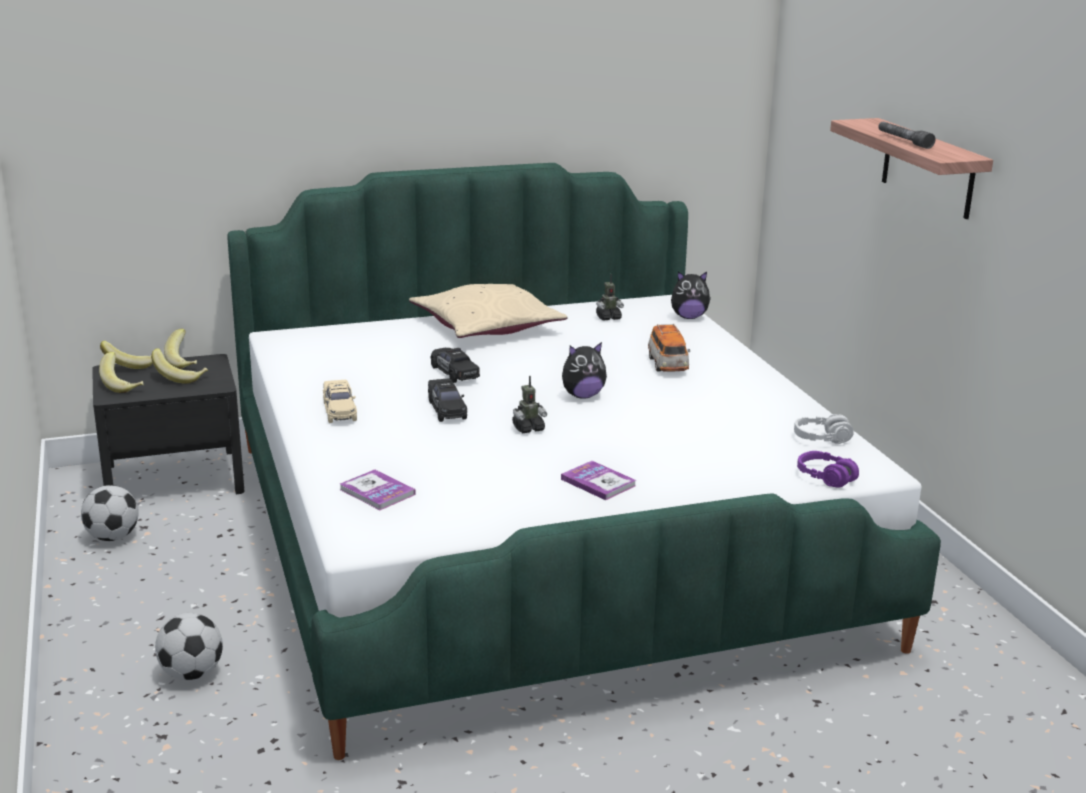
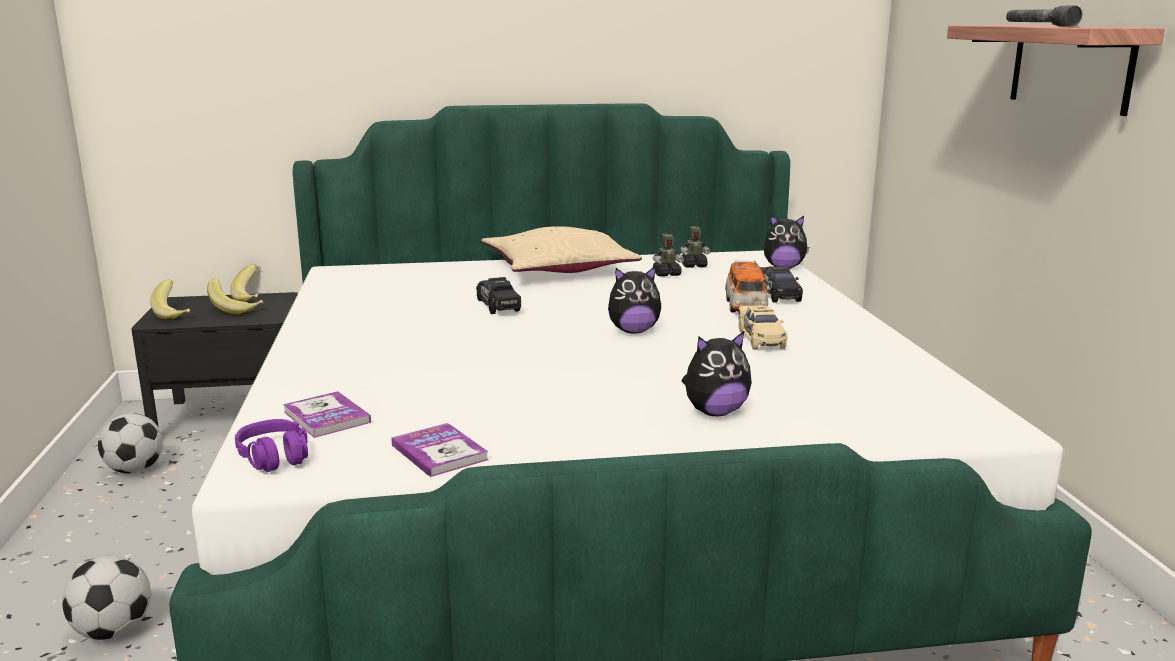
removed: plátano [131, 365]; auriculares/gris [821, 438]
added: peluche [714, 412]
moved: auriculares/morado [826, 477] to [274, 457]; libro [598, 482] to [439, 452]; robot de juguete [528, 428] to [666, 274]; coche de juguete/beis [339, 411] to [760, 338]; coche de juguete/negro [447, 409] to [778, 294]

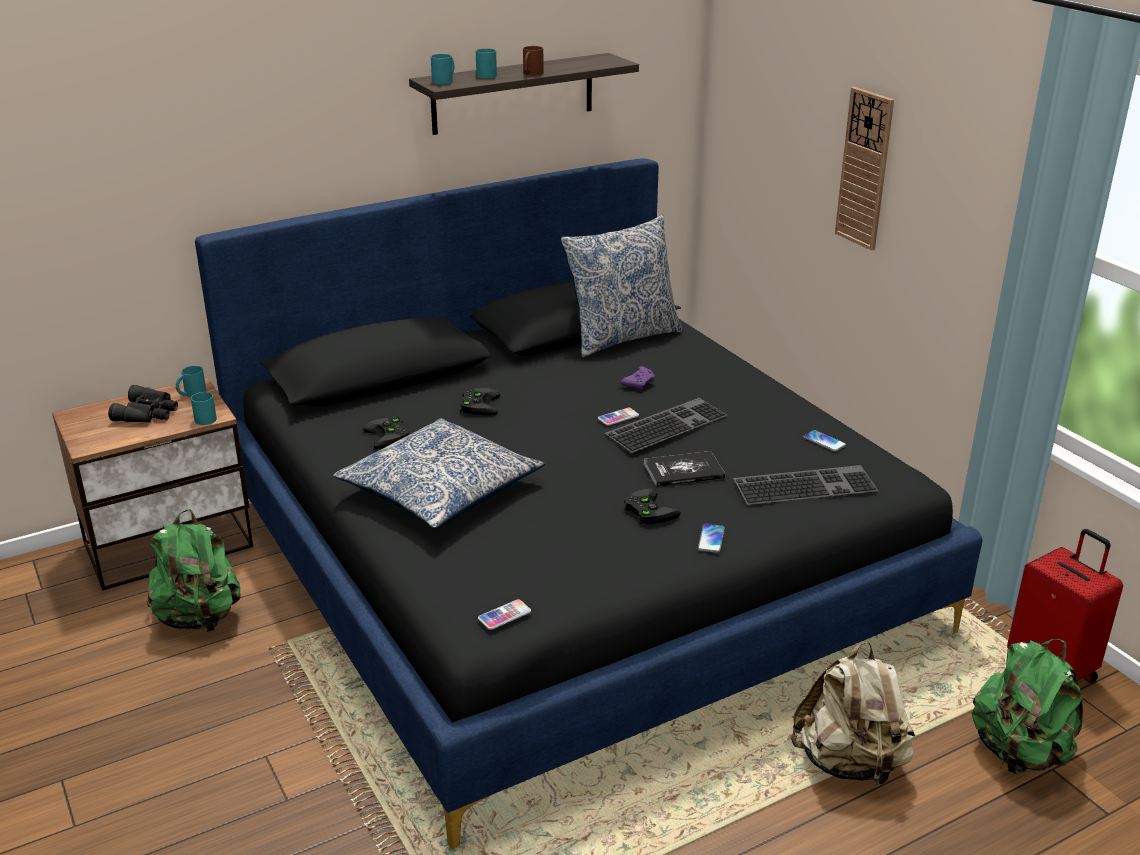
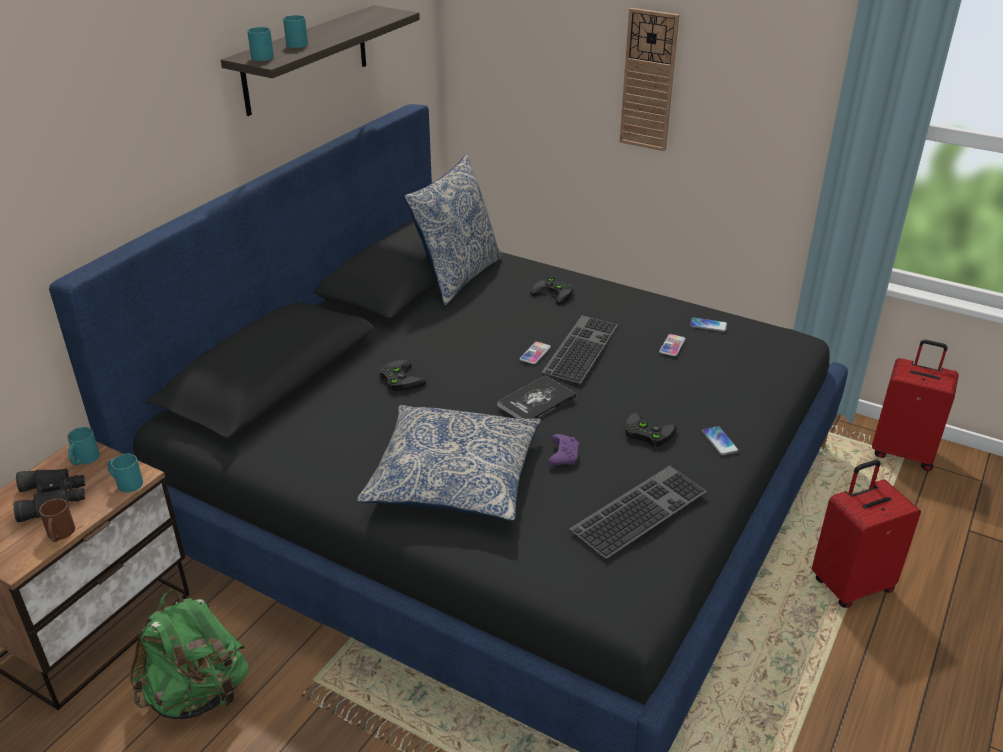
removed: mochila/verde [1019, 752]
moved: taza grande/marrón [531, 74] to [60, 535]; libro [684, 471] to [536, 401]; mando de consola/negro [389, 436] to [555, 293]; mando de consola/morado [639, 383] to [563, 455]; teclado [805, 484] to [638, 508]; móvil [504, 615] to [672, 346]
replaced: mochila/beis [850, 763] to maleta/rojo [850, 584]

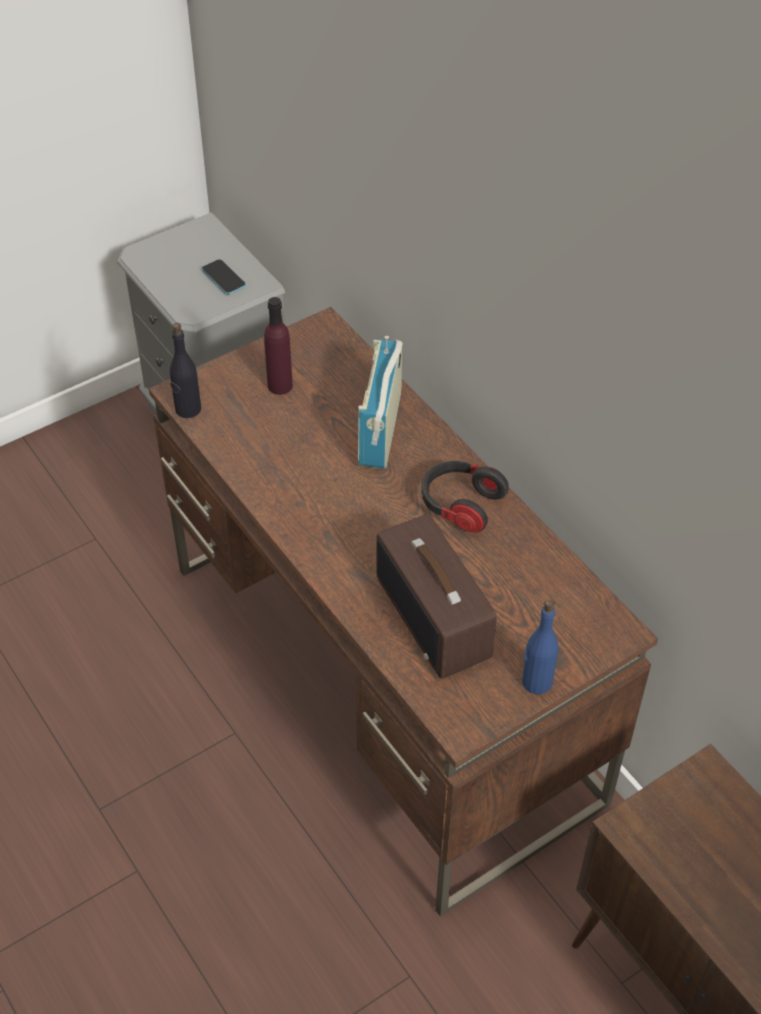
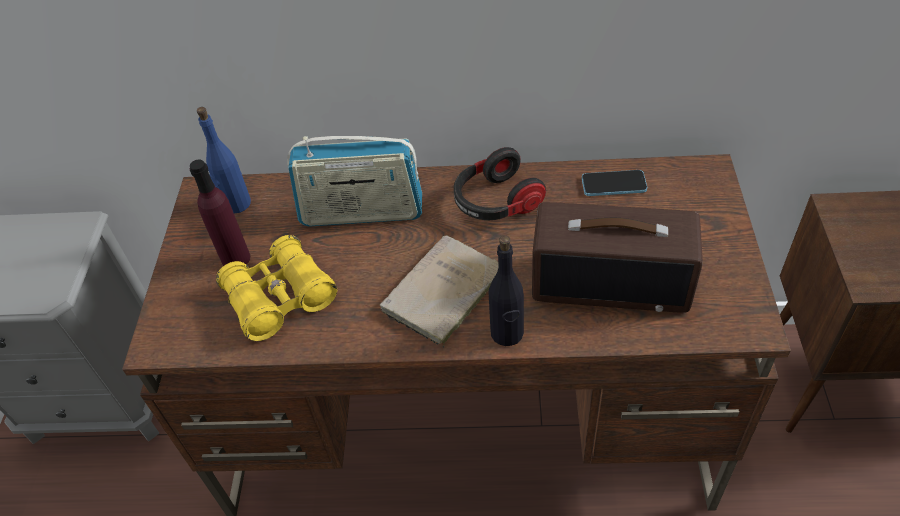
added: prismáticos/amarillo [280, 298]; libro/beis [441, 294]
moved: botella/azul [536, 682] to [236, 204]; botella/negro [187, 409] to [507, 333]; móvil [223, 278] to [613, 184]
turned: radio [380, 429] = [362, 213] 45 degrees counterclockwise

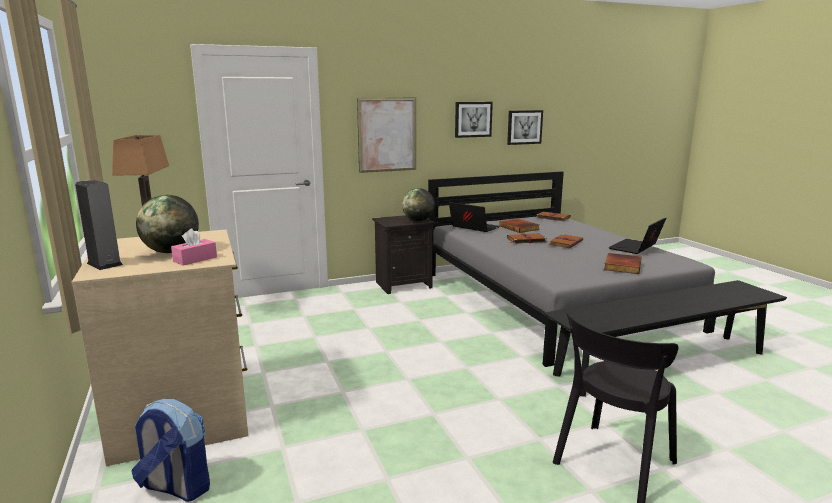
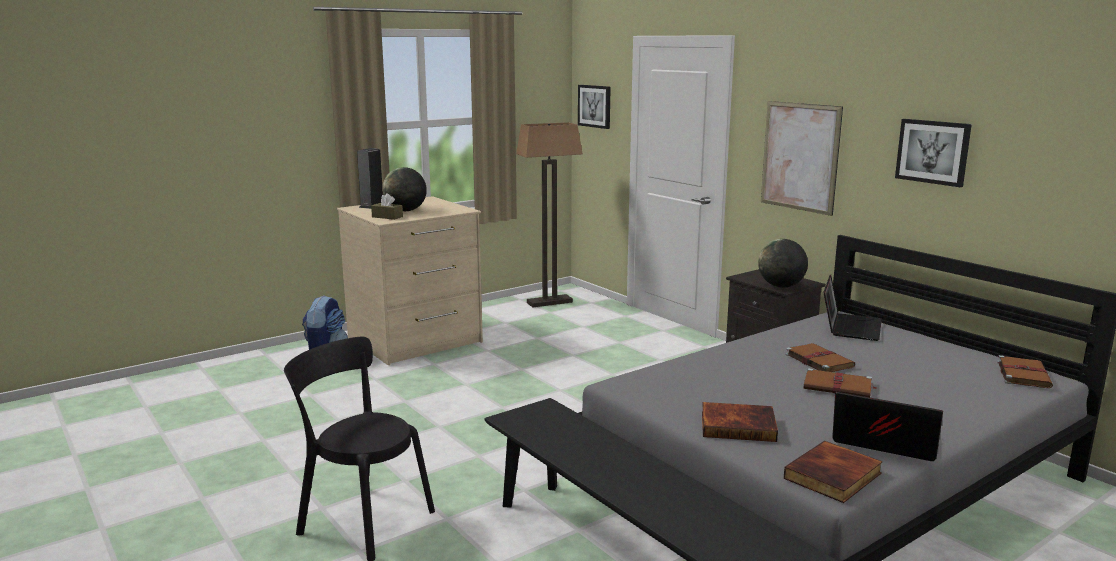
moved: cuadro [524, 127] to [595, 106]; libro [519, 228] to [834, 477]
recoloured: caja de pañuelos/rosa [195, 259] to caja de pañuelos/marrón [387, 217]

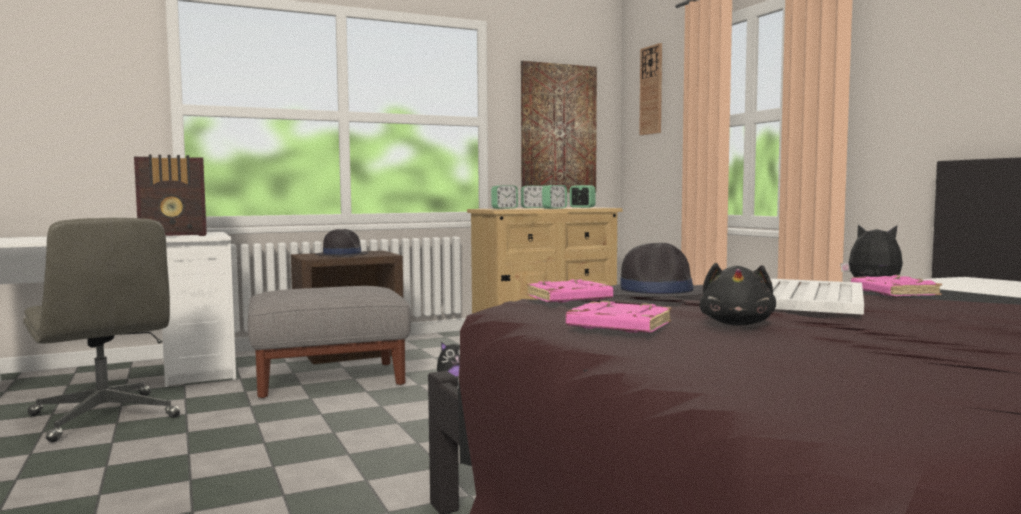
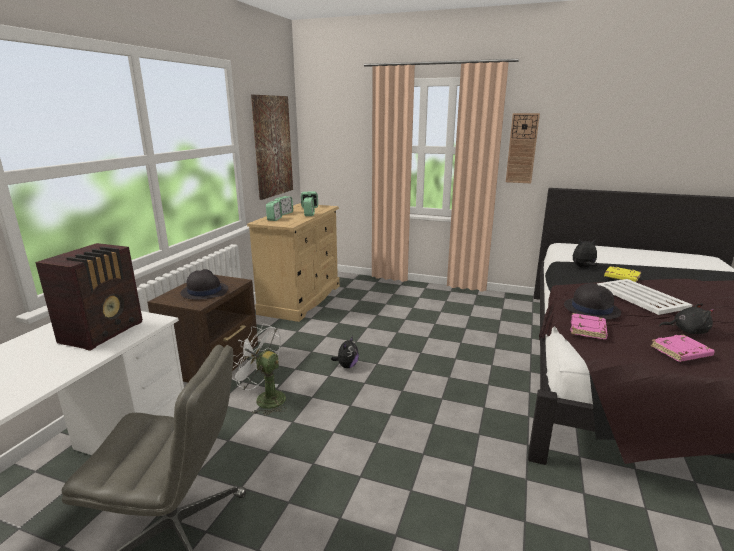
moved: reloj de pared [651, 90] to [522, 148]
replaced: puf/gris [328, 380] to ventilador/blanco [264, 399]
recoloured: libro/rosa [892, 292] to libro/amarillo [621, 277]
turned: peluche/negro [737, 324] = [687, 331] 45 degrees counterclockwise

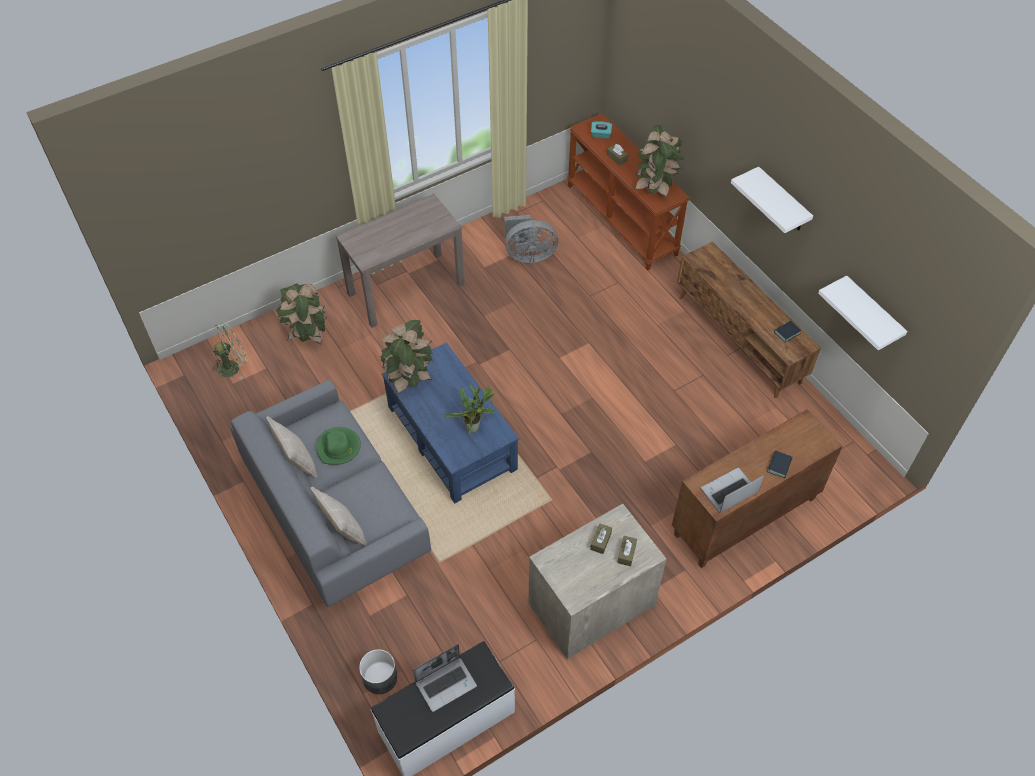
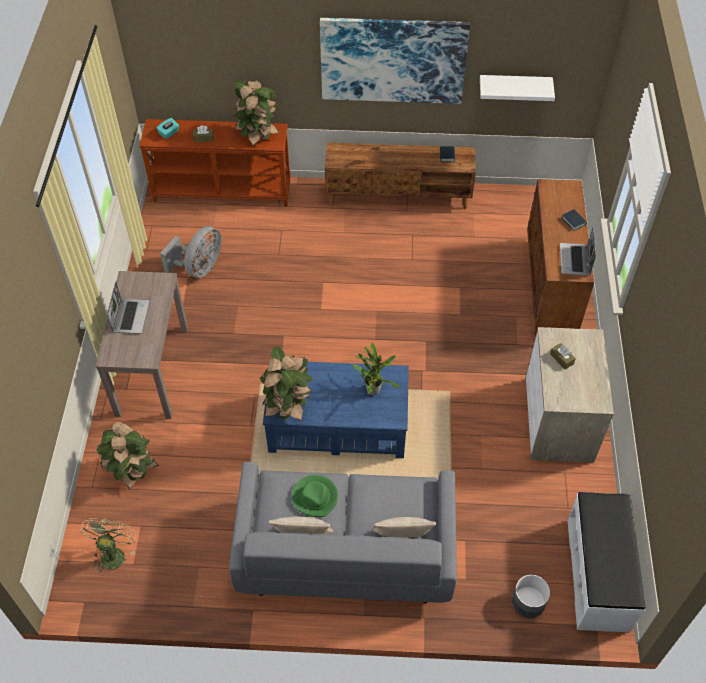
removed: caja de pañuelos/marrón [626, 553]
moved: portátil [446, 683] to [130, 316]
replaced: estante/blanco [782, 201] to cuadro [393, 60]

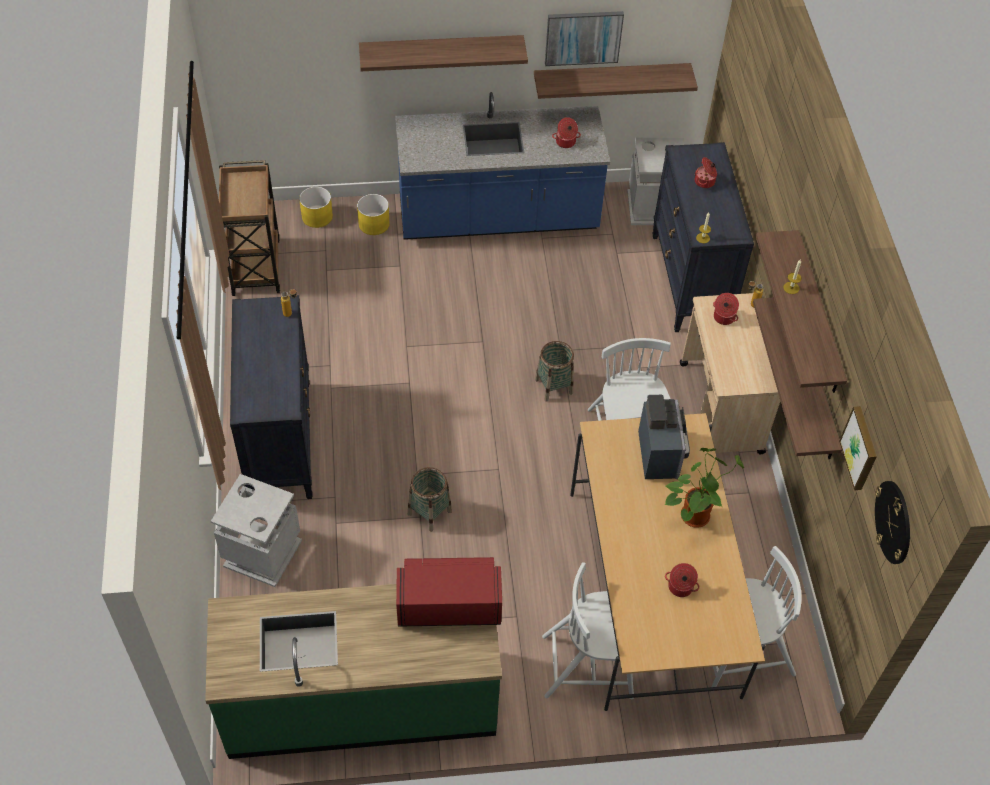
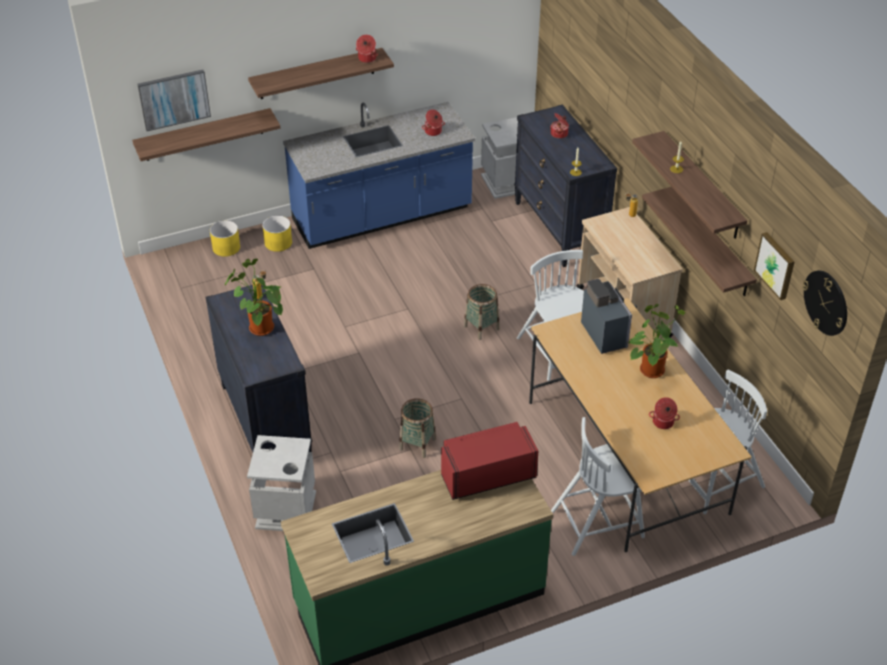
removed: carrito/marrón [256, 265]
added: planta en maceta [259, 327]
moved: estante [611, 78] to [204, 135]; cuadro [583, 37] to [174, 99]; olla [723, 317] to [366, 58]

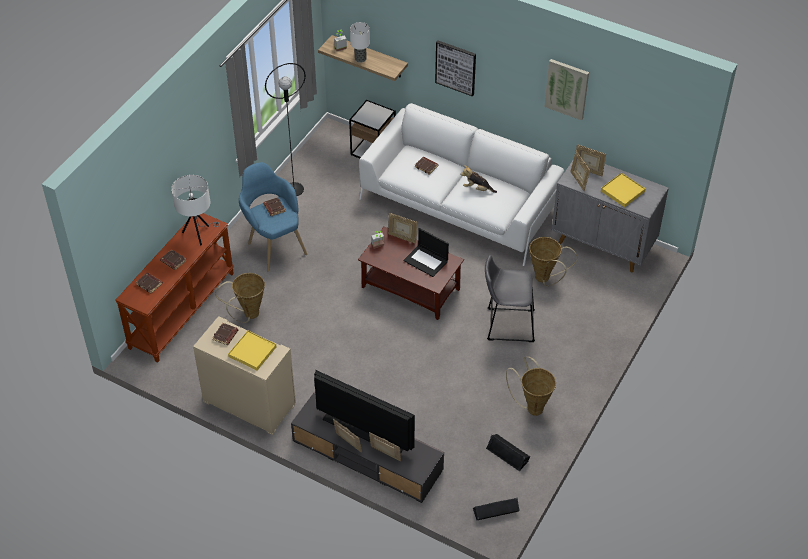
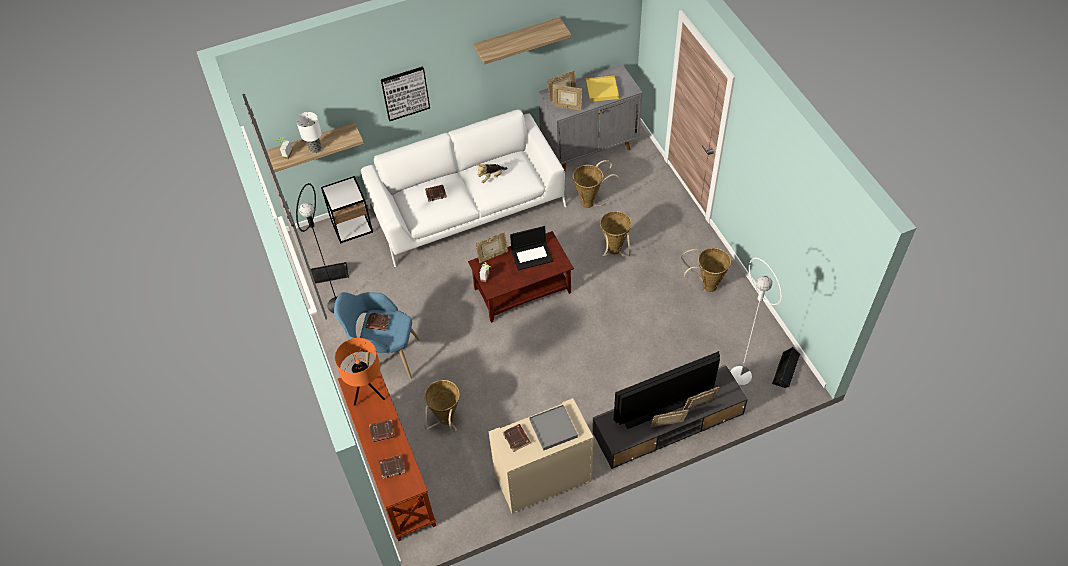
added: lámpara de pie/blanco [740, 375]
moved: altavoz/negro [508, 453] to [329, 274]
replaced: cuadro [567, 88] to estante [517, 39]; taburete/gris [507, 324] to cesta [614, 252]
recoloured: lámpara de mesa/blanco [199, 234] to lámpara de mesa/naranja [368, 393]; bandeja/amarillo [252, 352] to bandeja/gris [553, 428]

